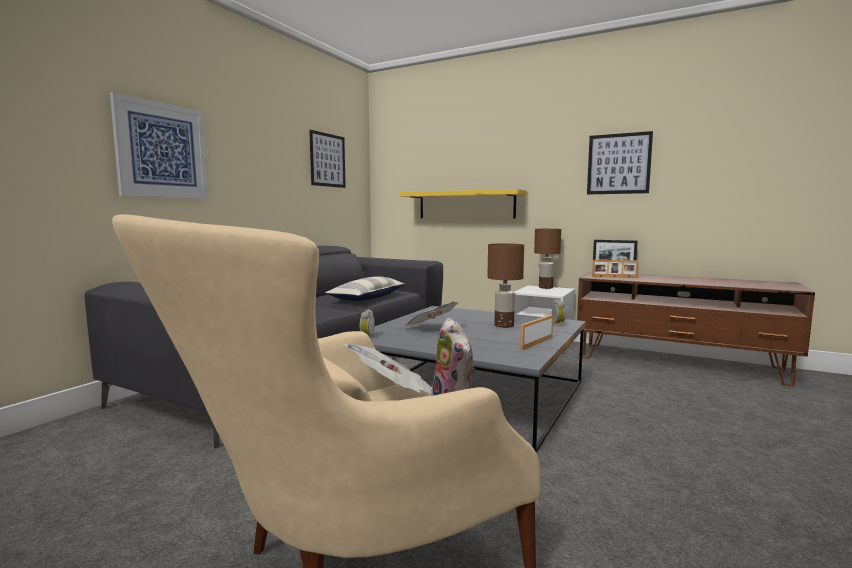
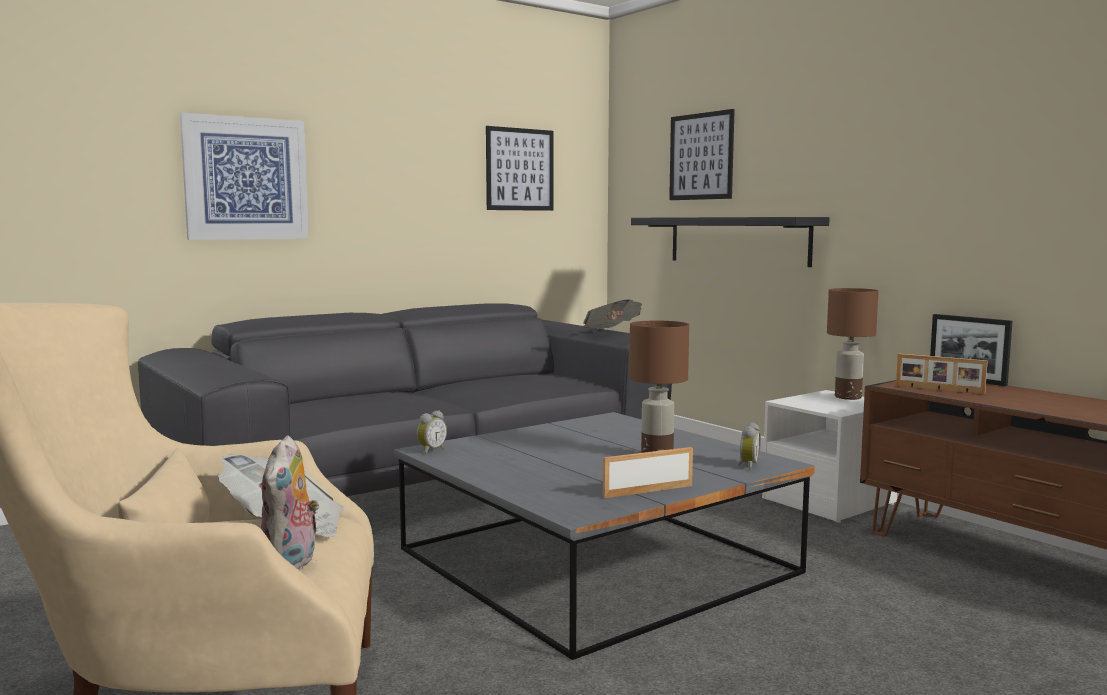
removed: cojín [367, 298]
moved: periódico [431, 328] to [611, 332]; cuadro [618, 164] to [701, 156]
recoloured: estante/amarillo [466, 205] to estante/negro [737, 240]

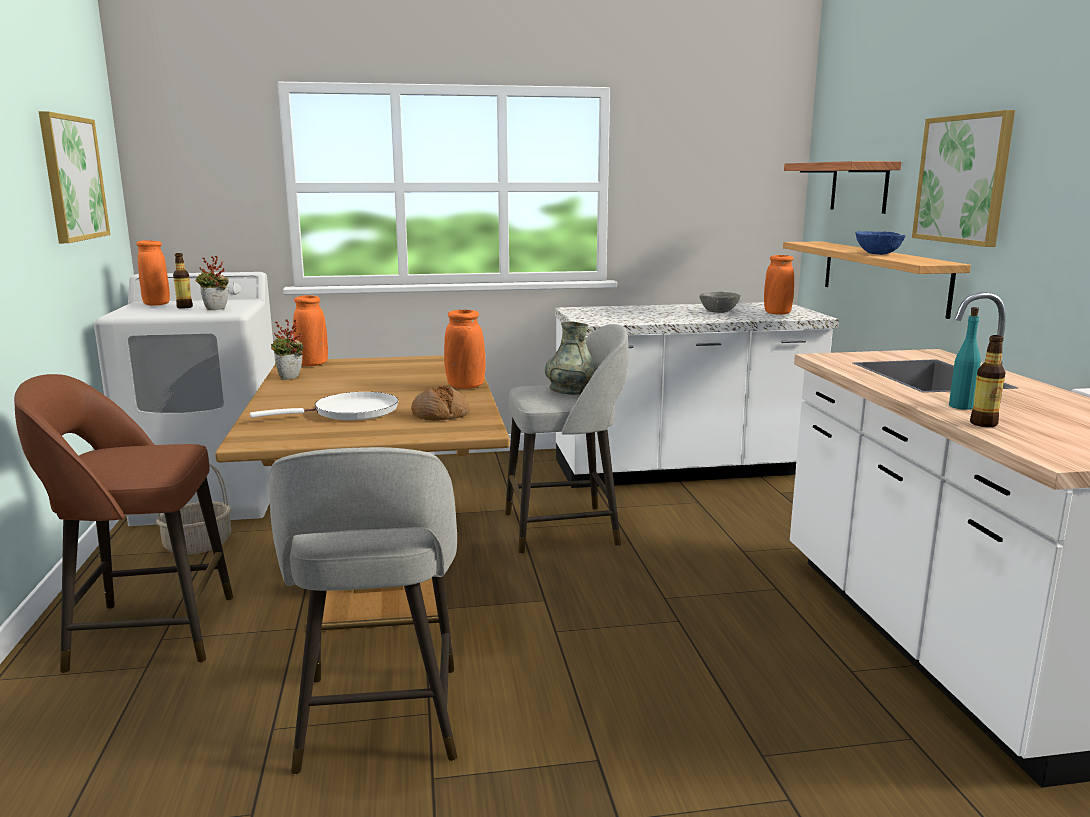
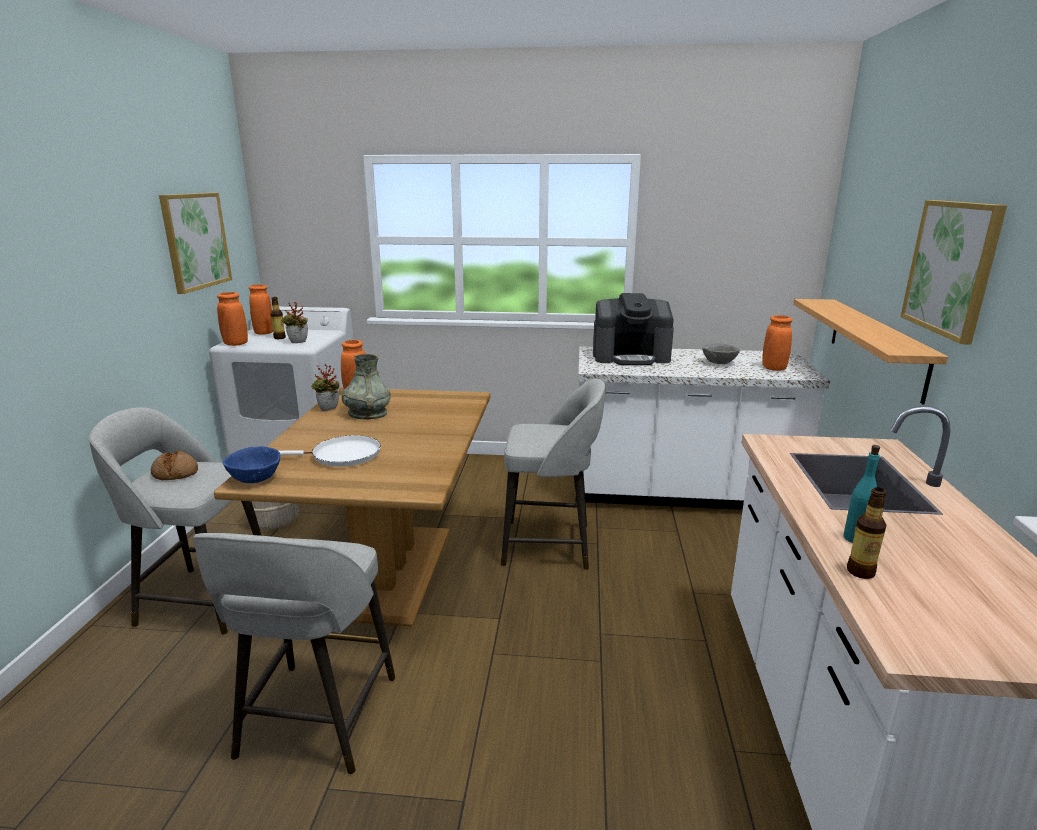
removed: estante [859, 187]
added: cafetera [631, 357]
moved: pan [440, 414] to [175, 473]; florero/naranja [465, 386] to [236, 344]; cuenco/azul [877, 254] to [255, 479]; florero/gris [571, 390] to [367, 413]
recoloured: taburete/marrón [147, 632] to taburete/gris [202, 599]

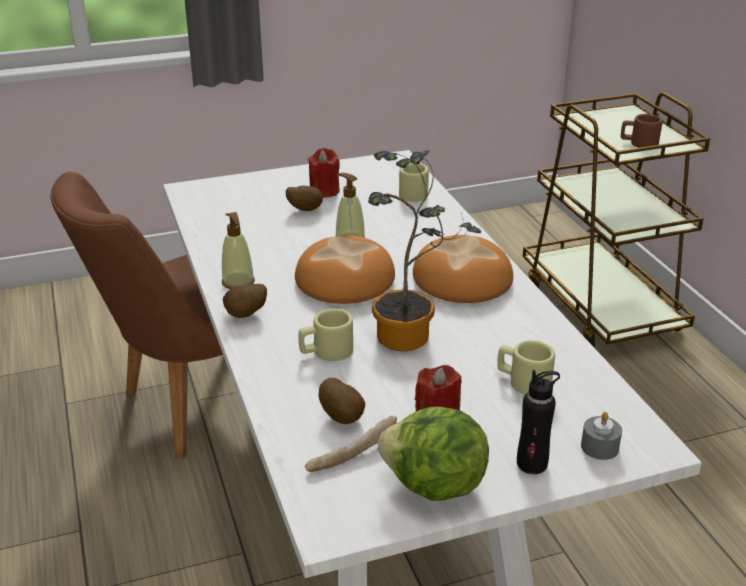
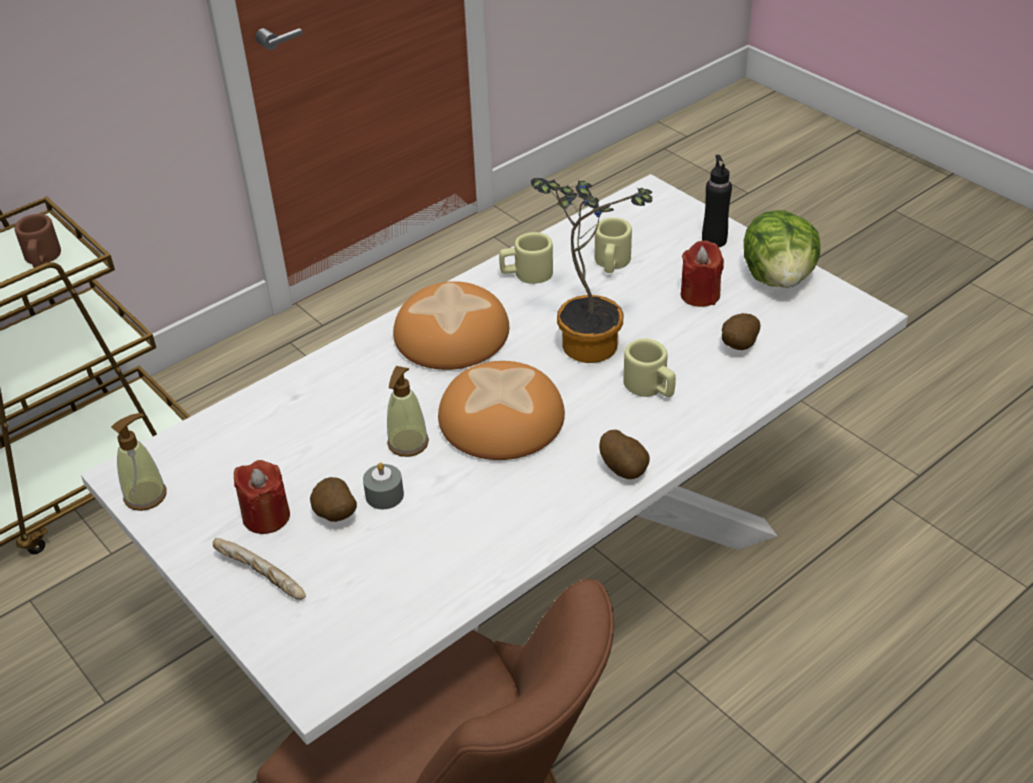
moved: dispensador de jabón [238, 282] to [146, 495]; pan [352, 452] to [260, 577]; vela/gris [599, 447] to [384, 495]; taza grande/beis [414, 193] to [526, 274]

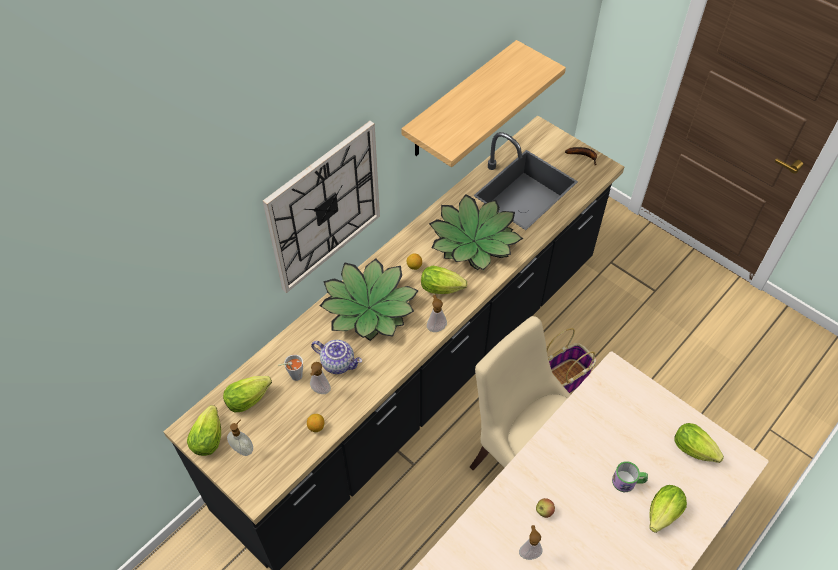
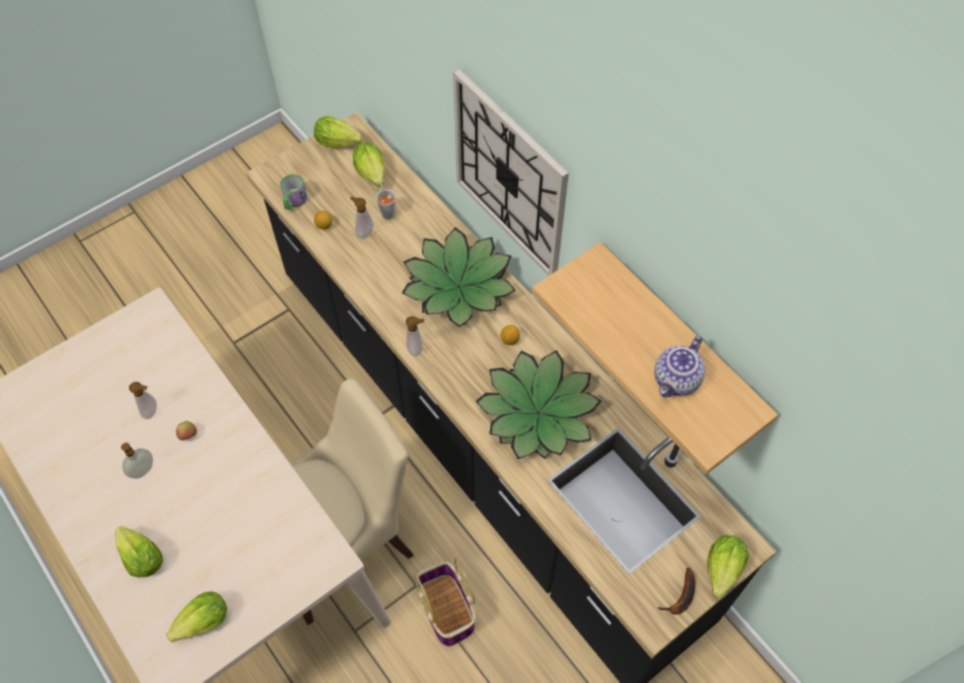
moved: dispensador de jabón [243, 449] to [143, 471]; taza grande [628, 481] to [293, 201]; tetera [338, 363] to [677, 381]; lechuga [444, 288] to [721, 573]

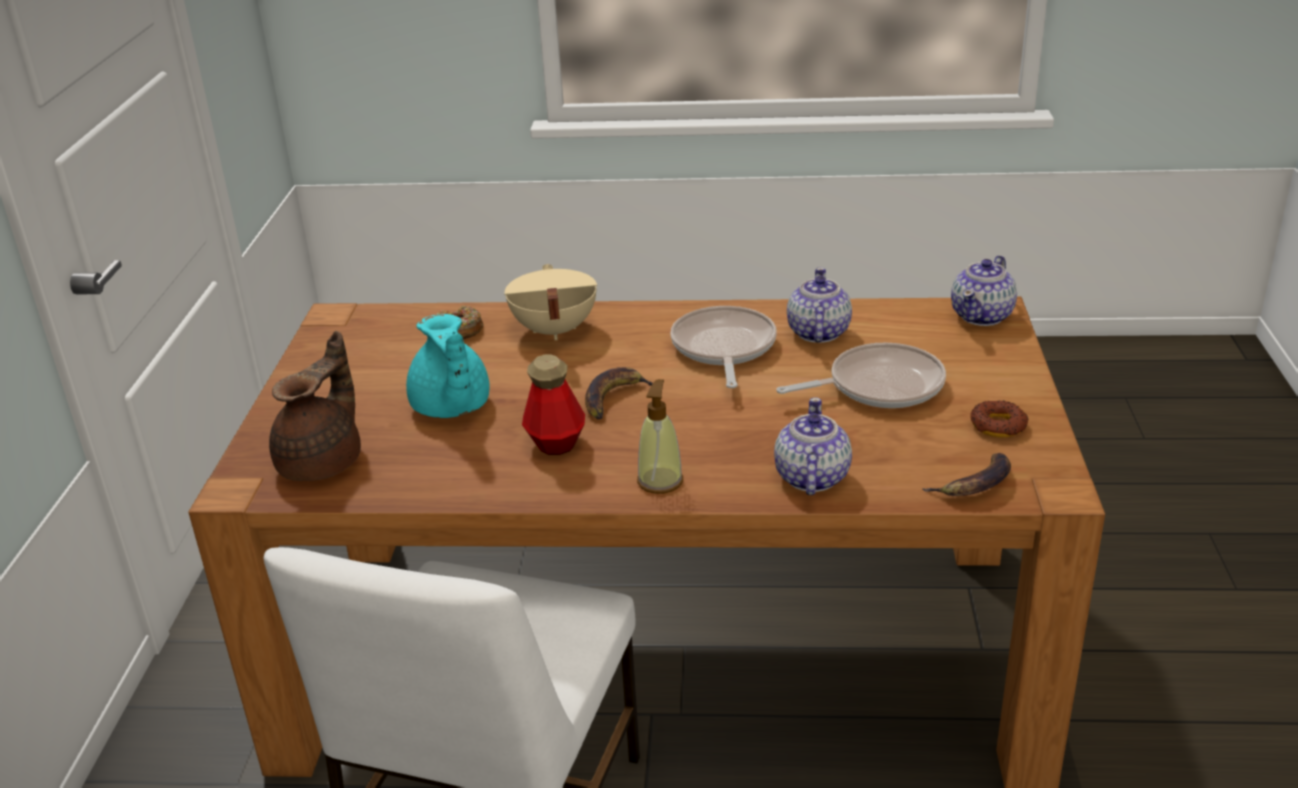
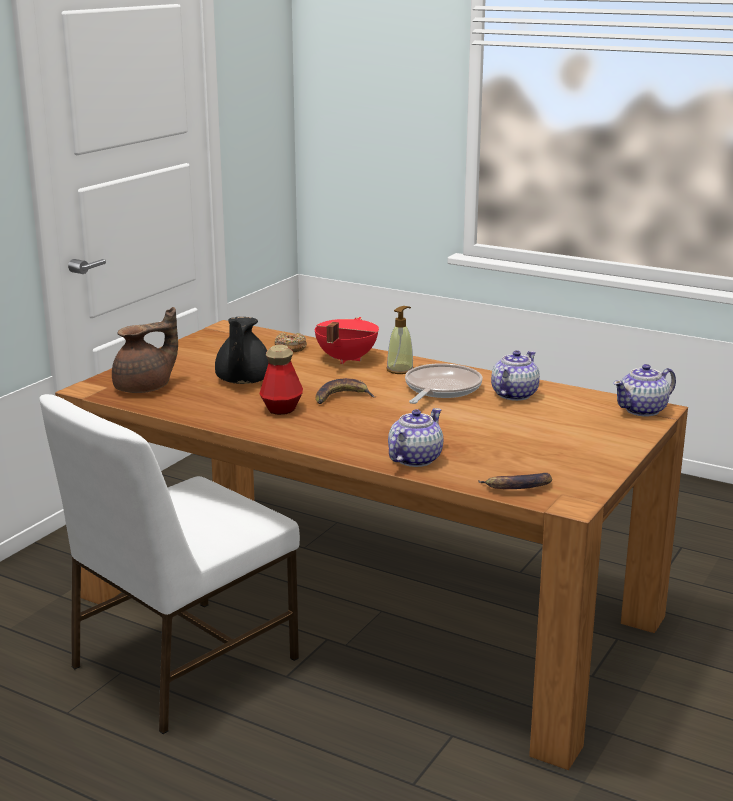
removed: sartén [879, 386]; rosquilla [998, 425]
moved: dispensador de jabón [660, 481] to [400, 370]
recoloured: tetera/turquesa [451, 408] to tetera/negro [242, 381]; olla/beis [552, 330] to olla/rojo [345, 359]

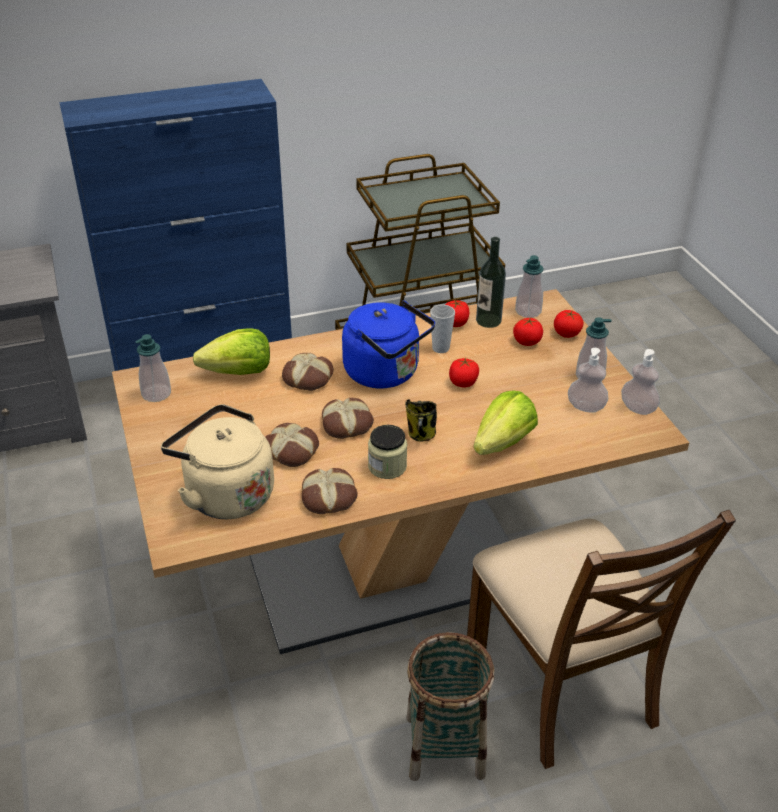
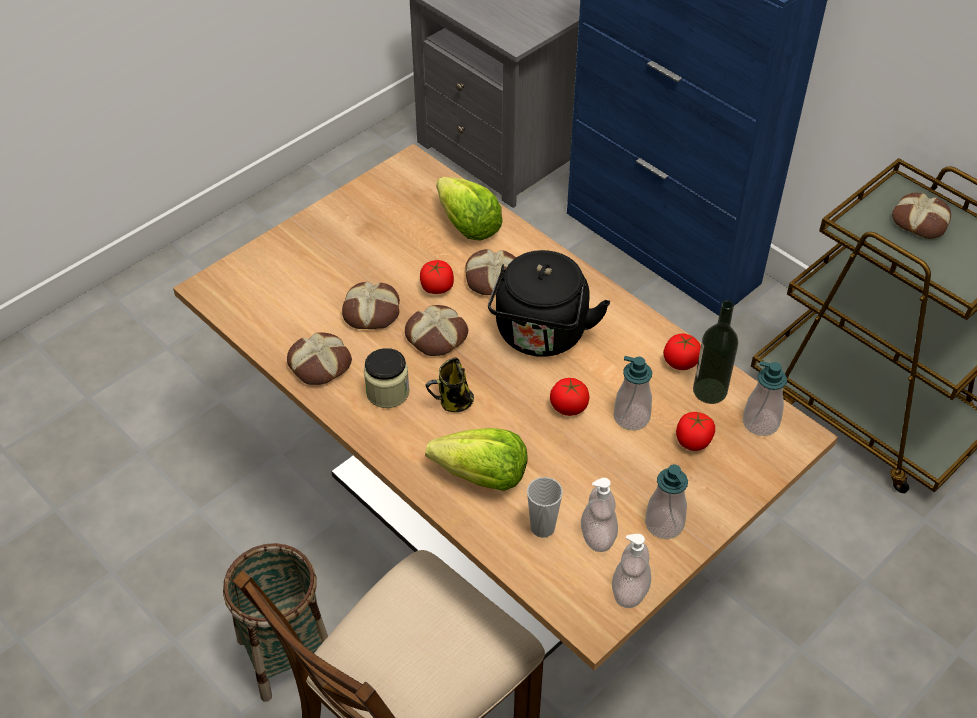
removed: hervidor/beis [225, 494]
added: pan [920, 221]
moved: tomate [567, 333] to [437, 287]; taza [440, 348] to [542, 527]; dispensador de jabón [156, 394] to [631, 417]
recoloured: hervidor/azul [386, 373] to hervidor/negro [541, 336]

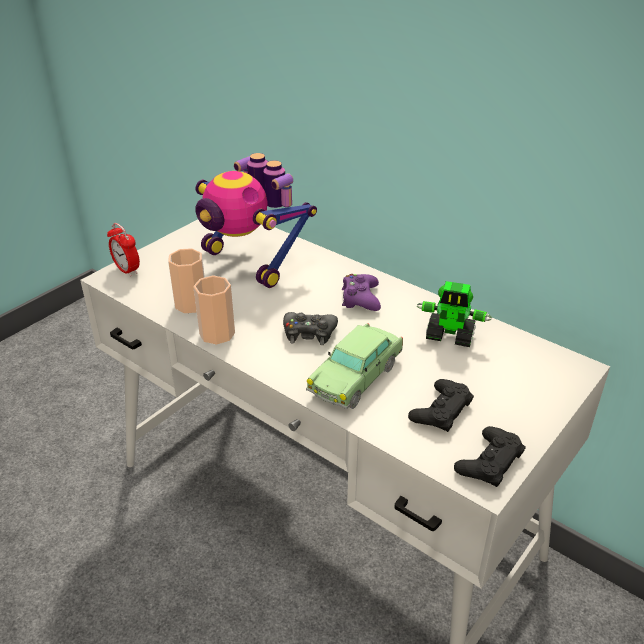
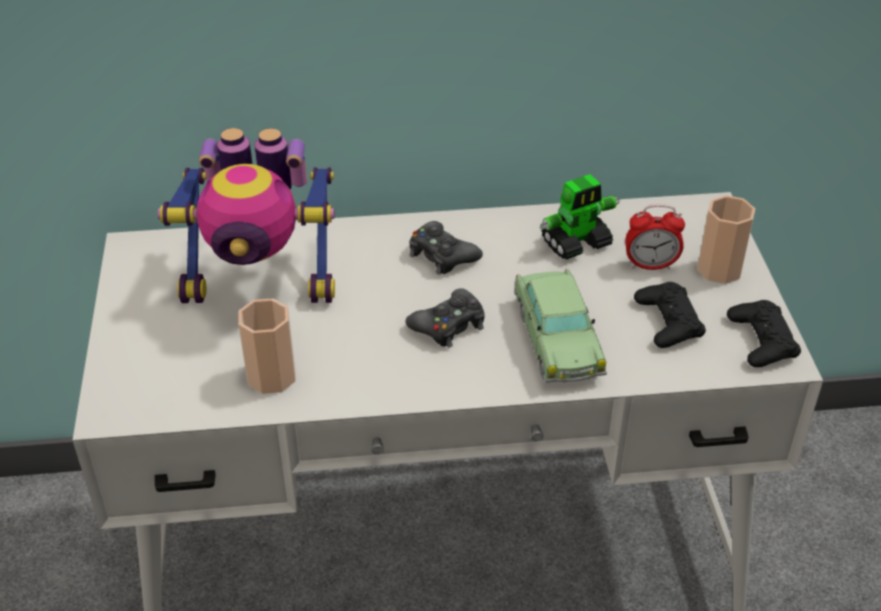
moved: despertador [127, 270] to [650, 265]; taza [217, 334] to [719, 269]
recoloured: mando de consola/morado [360, 298] to mando de consola/negro [442, 255]

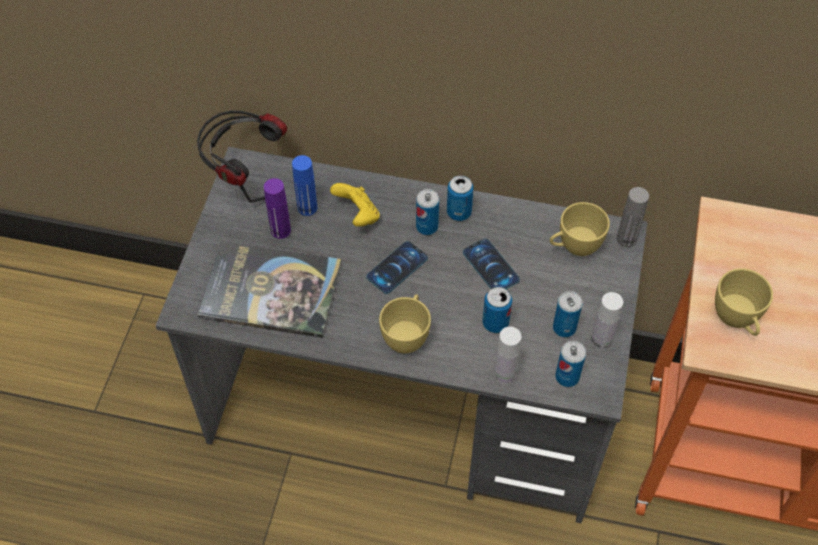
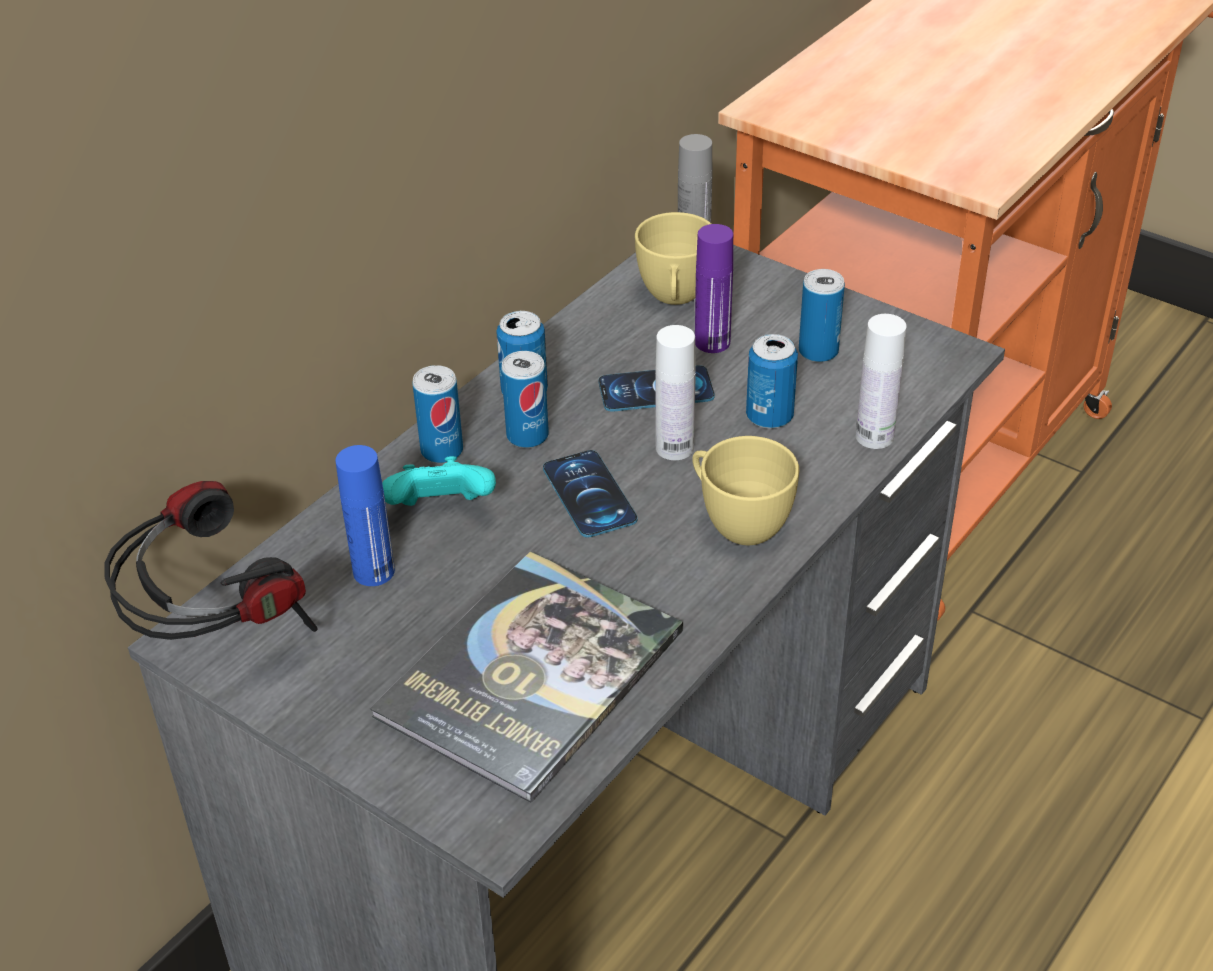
removed: taza/amarillo [737, 320]
moved: lata [567, 377] to [442, 451]; botella/blanco [600, 342] to [674, 448]; botella/morado [280, 230] to [712, 342]
recoloured: mando de consola/amarillo [357, 215] to mando de consola/turquesa [441, 511]

